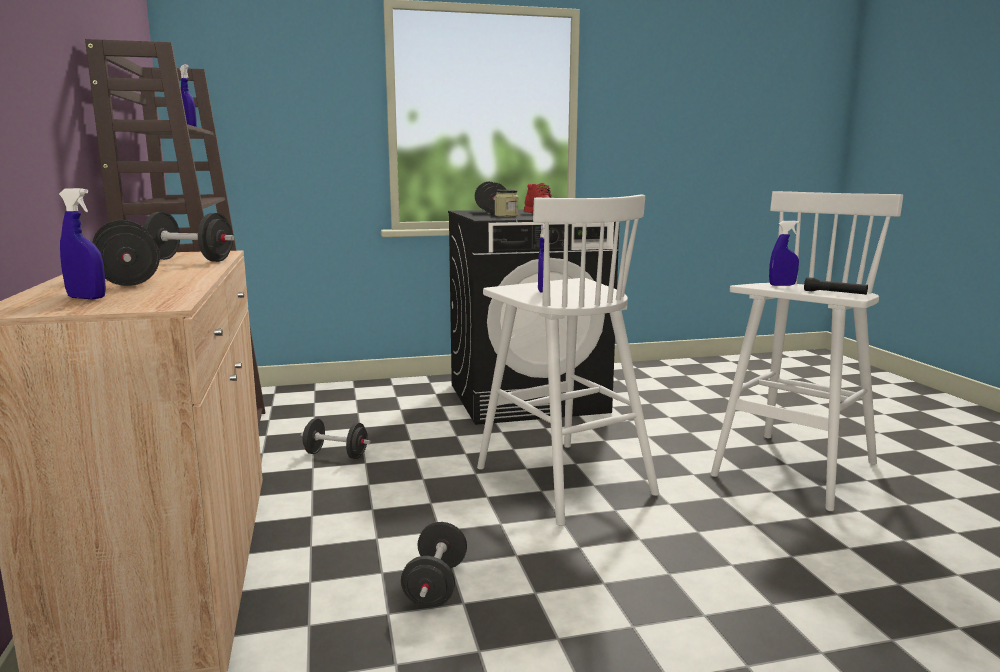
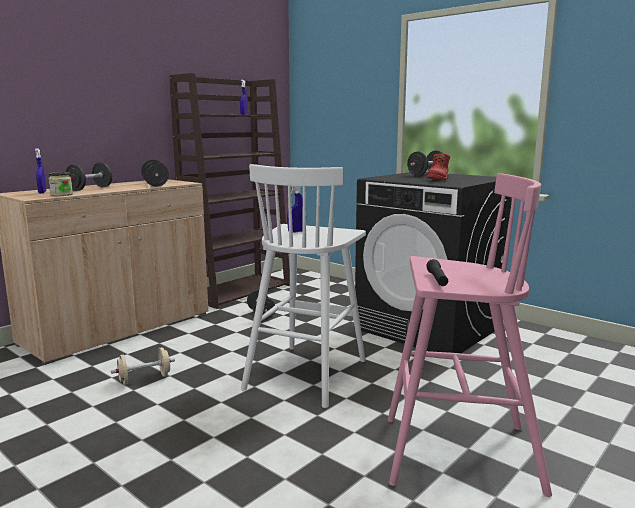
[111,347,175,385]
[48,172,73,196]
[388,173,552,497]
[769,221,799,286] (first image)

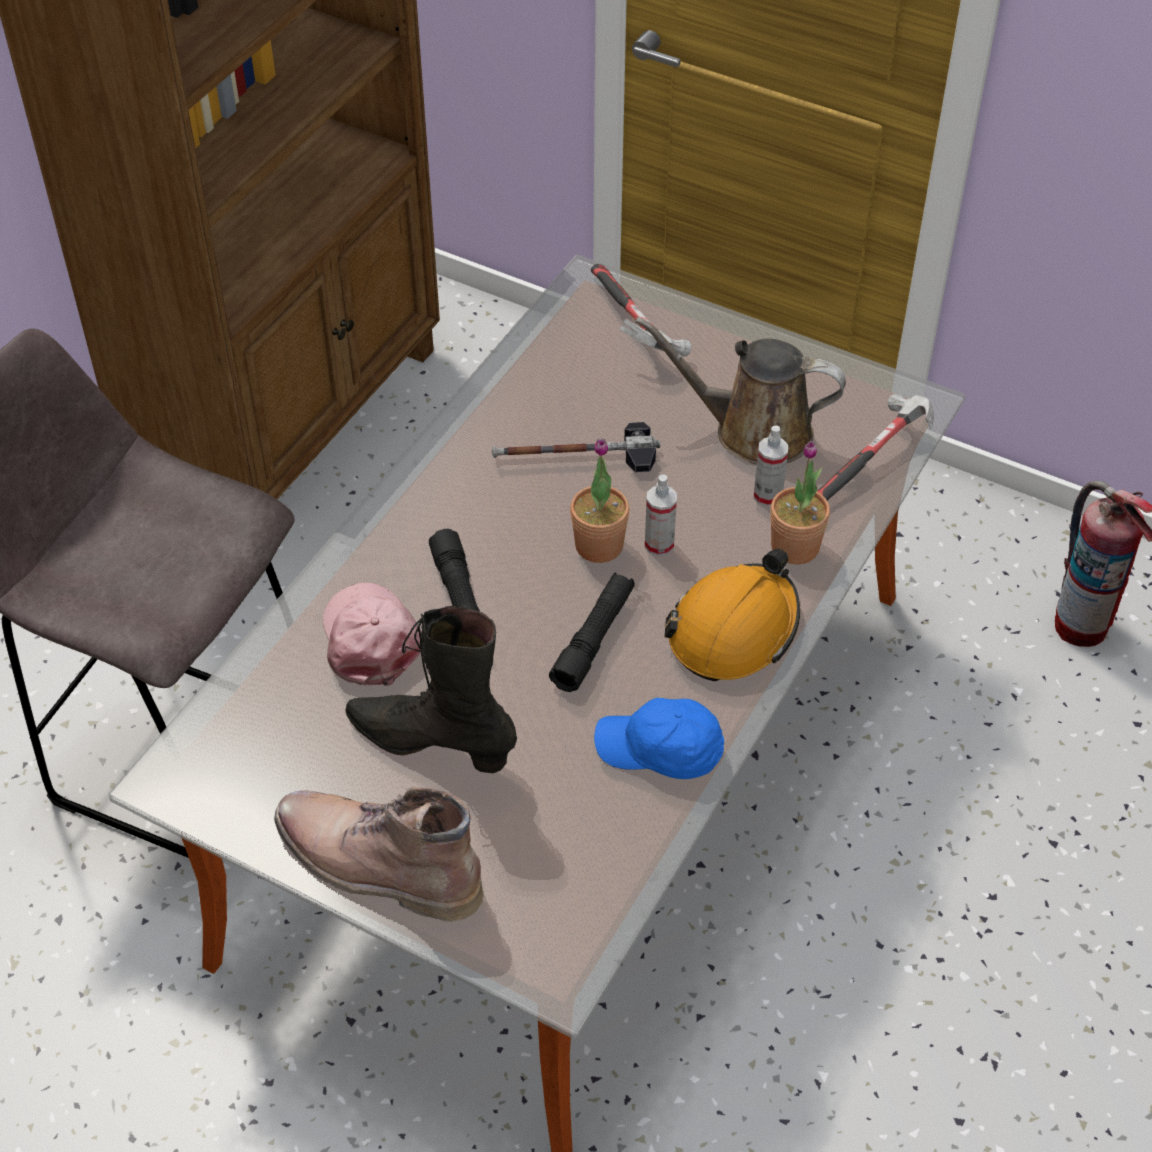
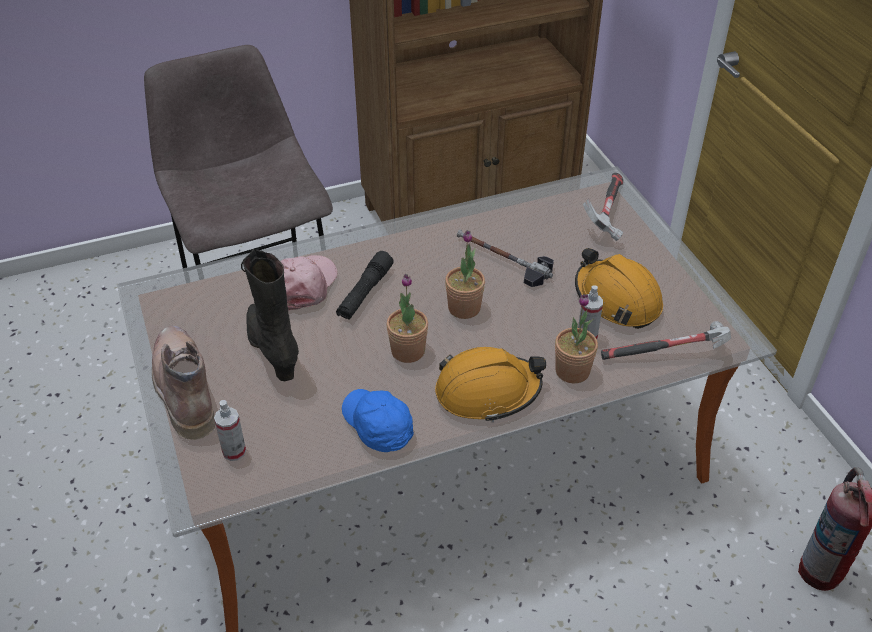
[386,274,428,363]
[575,248,663,329]
[214,400,246,461]

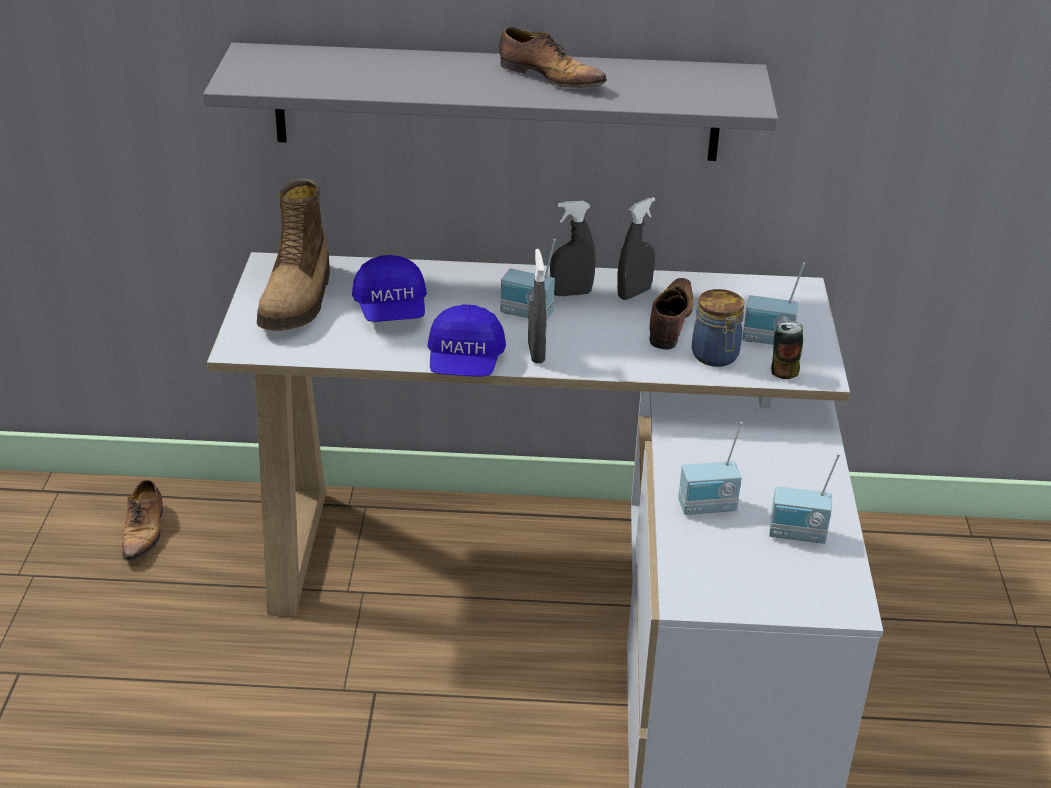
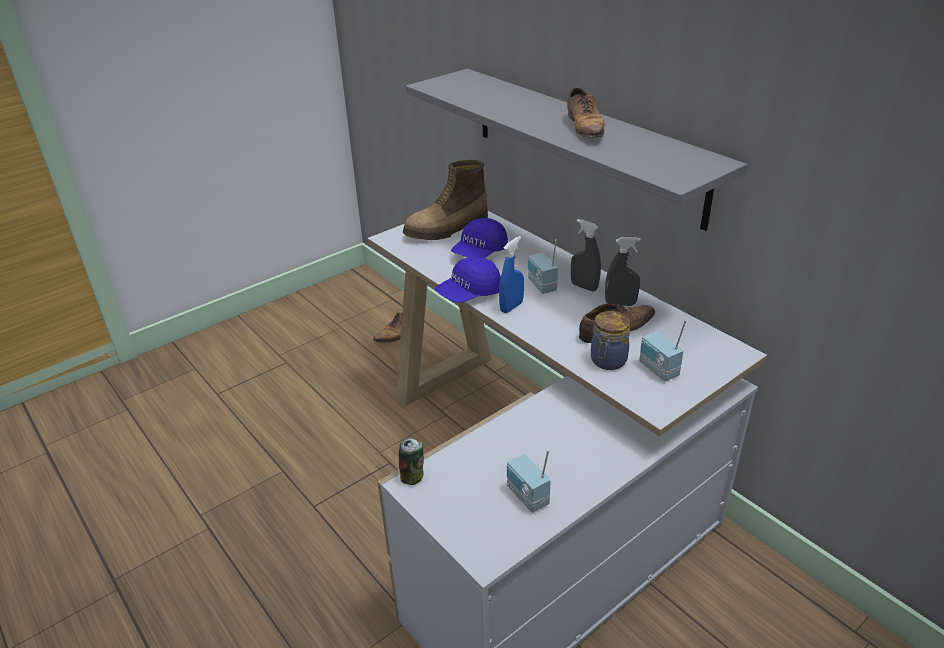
[499,236,524,313]
[678,422,742,515] (first image)
[399,438,424,485]

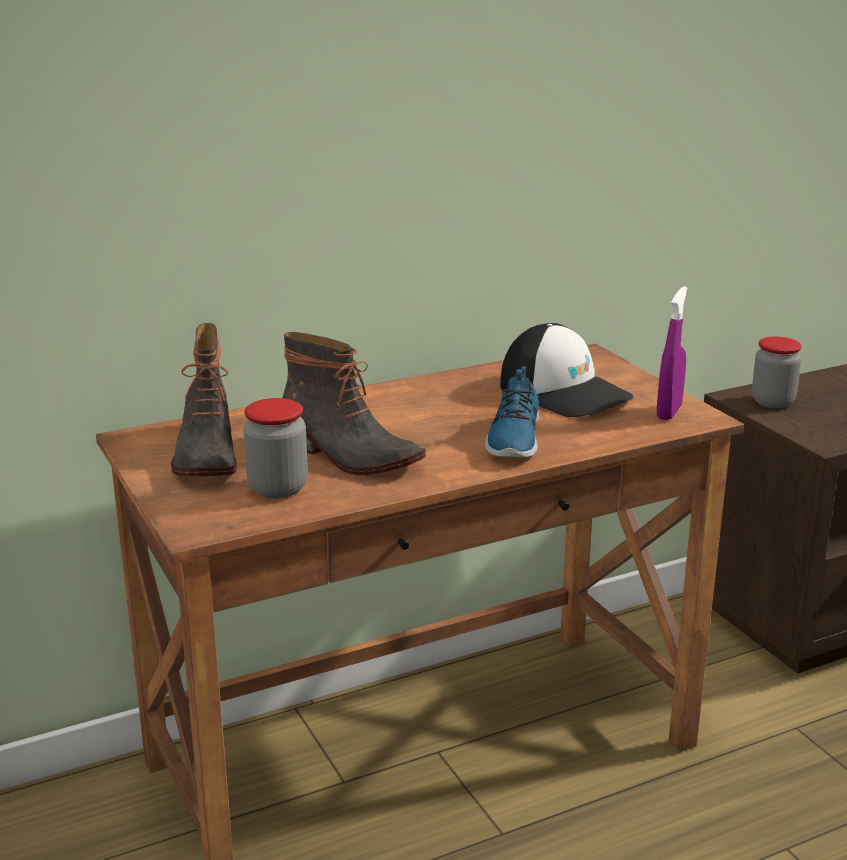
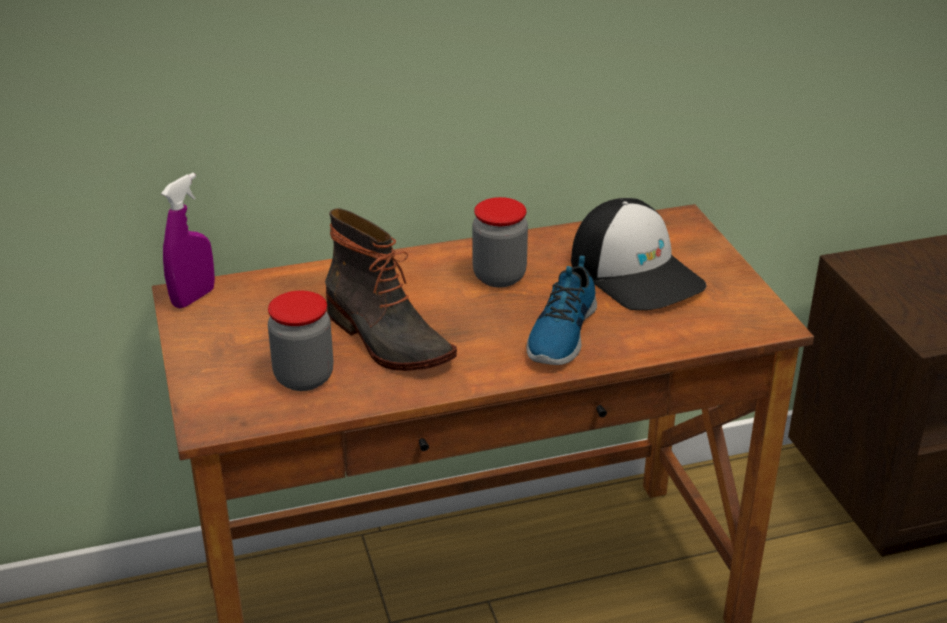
[171,323,237,476] (first image)
[161,173,215,308]
[472,197,528,287]

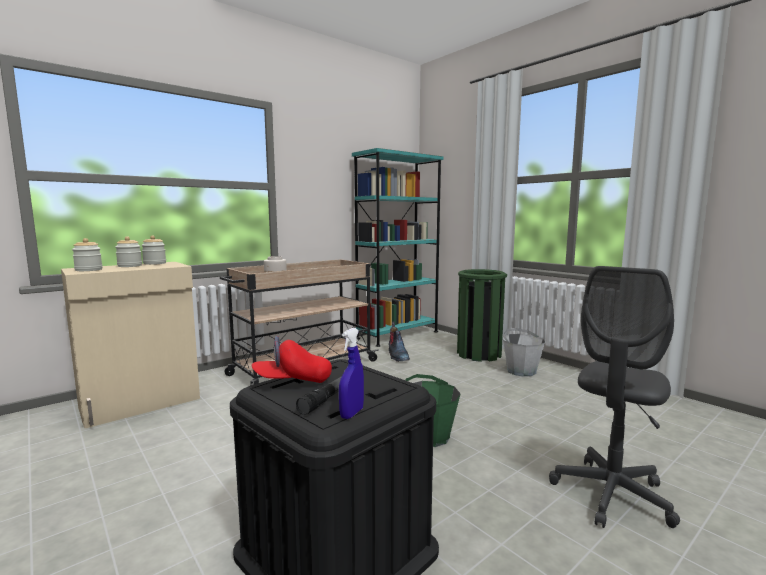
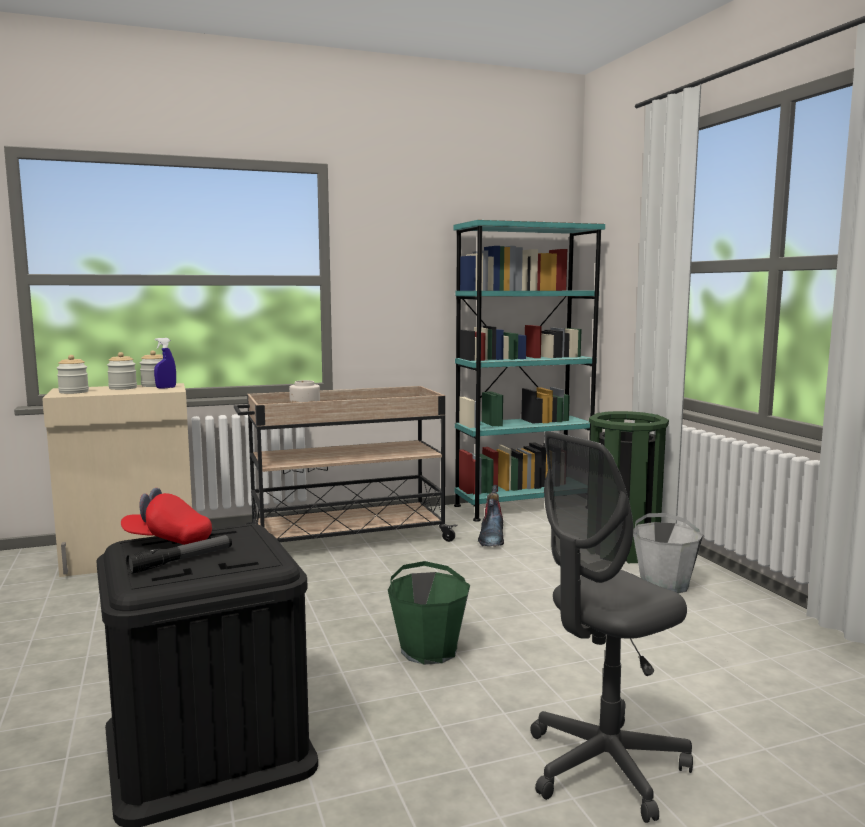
[154,338,176,388]

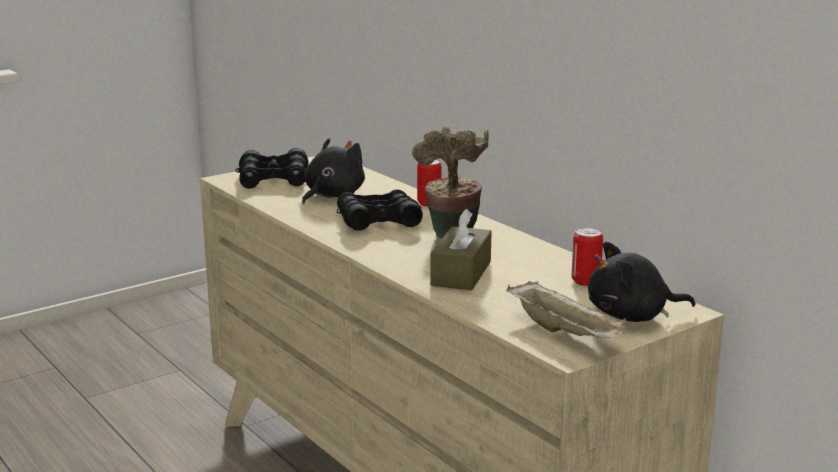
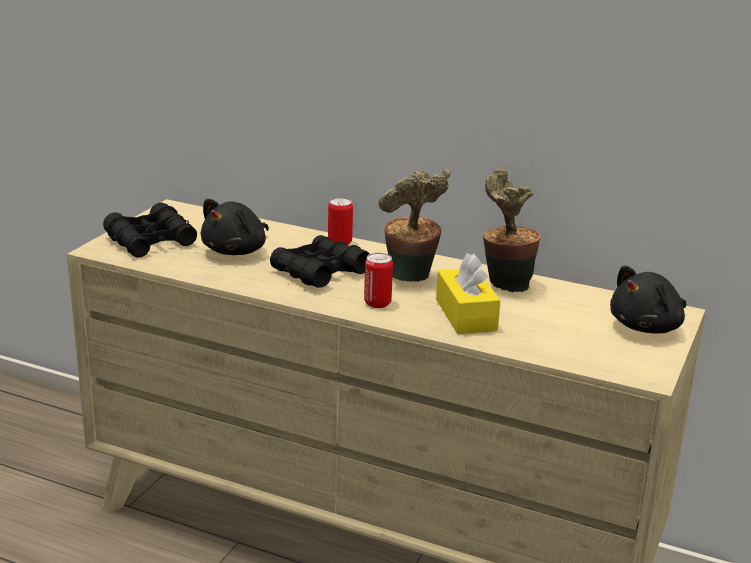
[201,199,269,255]
[436,253,501,334]
[506,281,628,338] (first image)
[364,253,393,308]
[483,168,541,292]

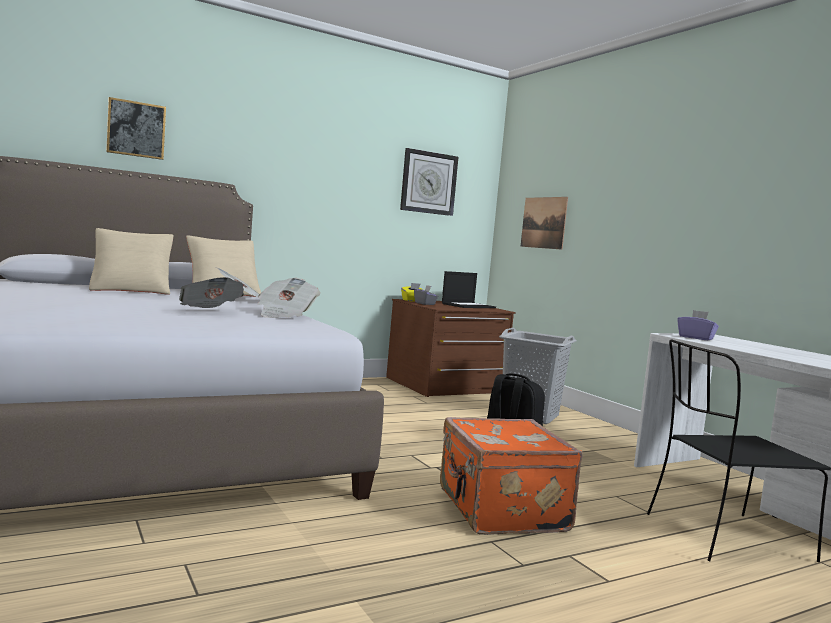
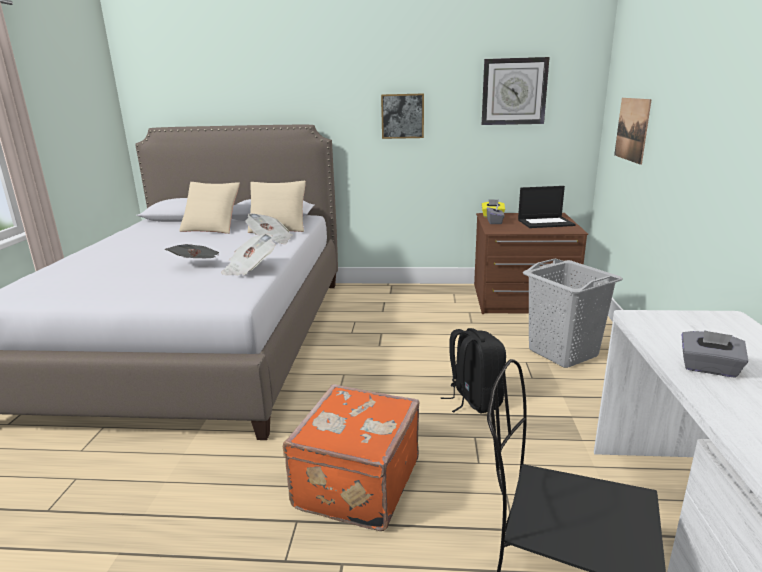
[381,93,424,139]
[677,310,719,340] (first image)
[682,330,748,378]

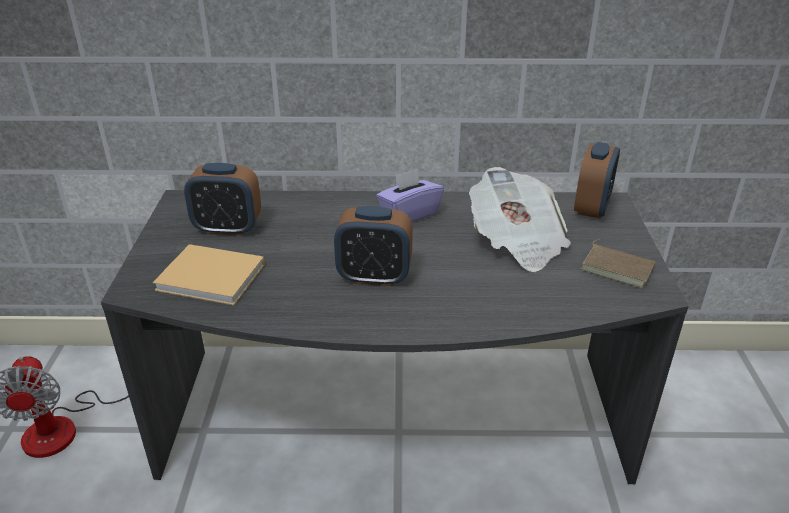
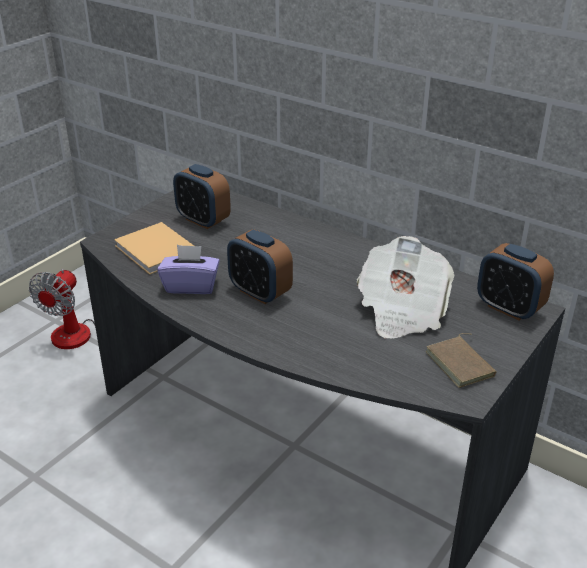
[157,245,220,294]
[477,243,554,321]

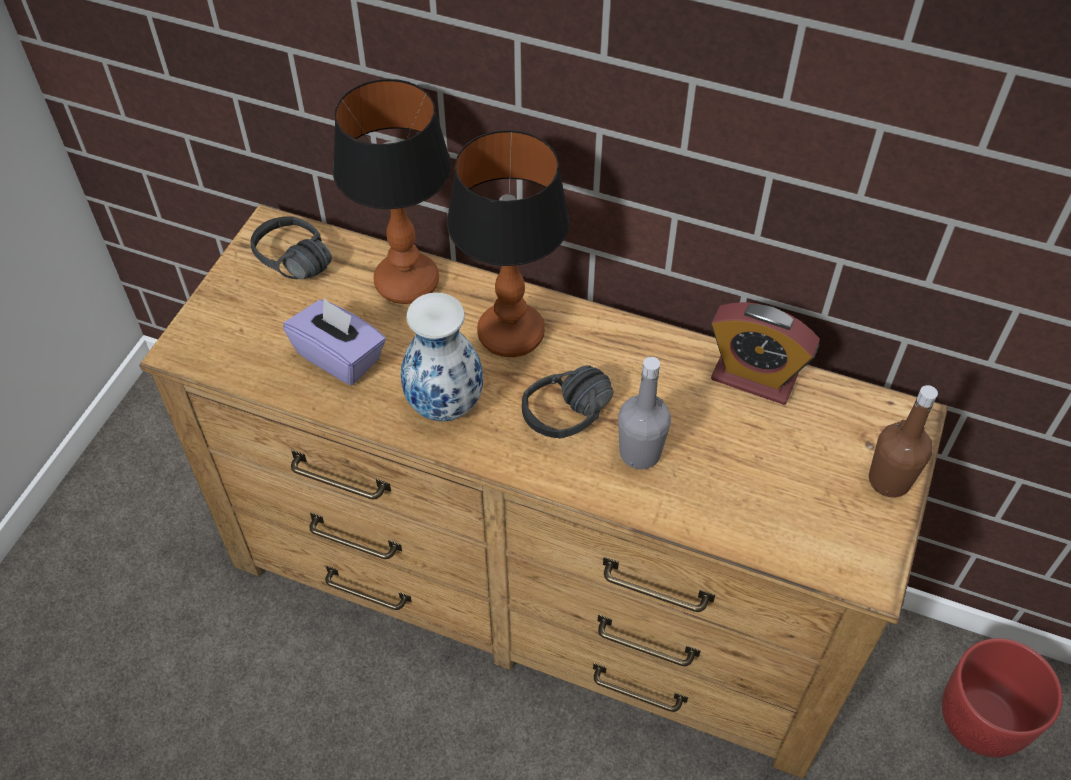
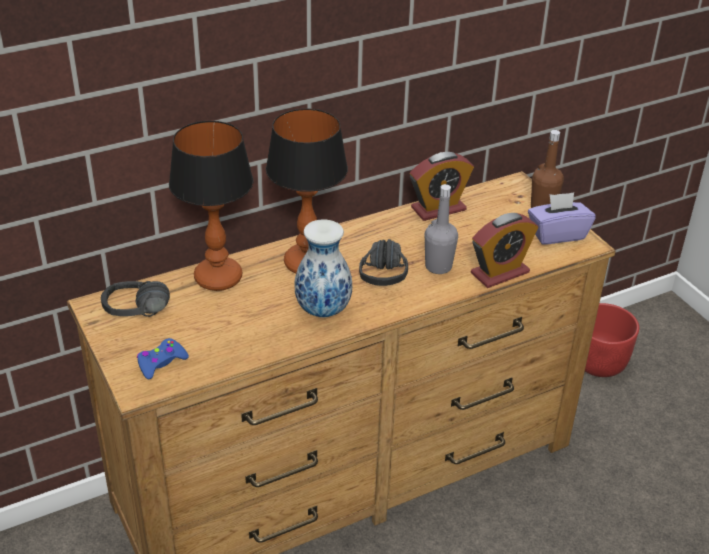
[528,192,596,245]
[137,338,189,379]
[471,213,538,288]

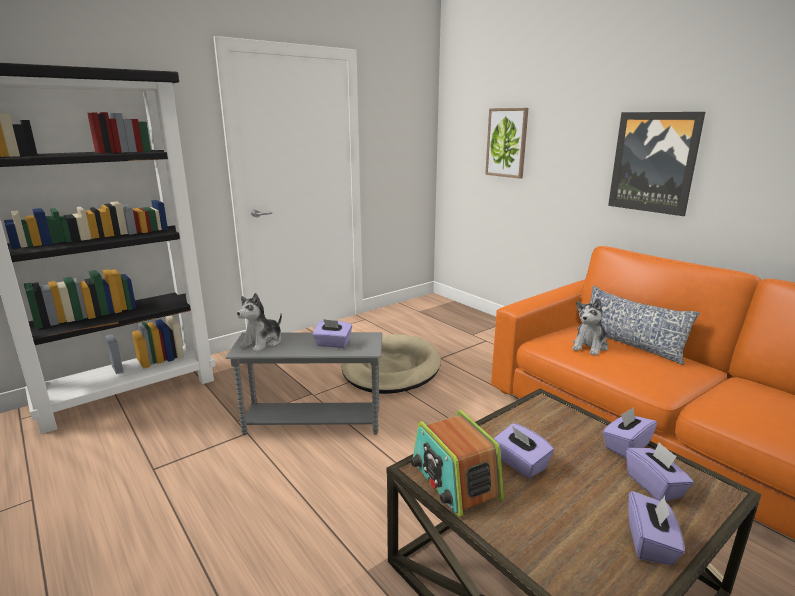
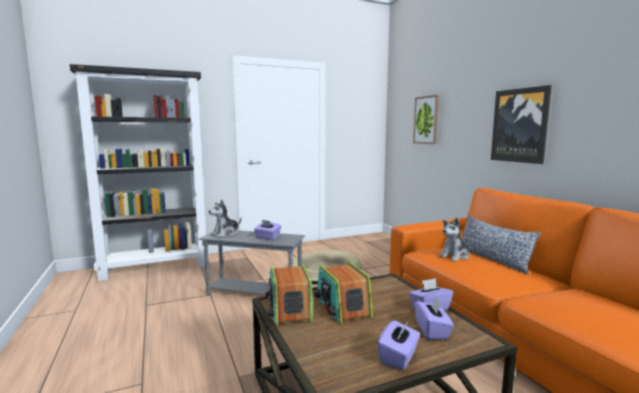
[314,262,373,324]

